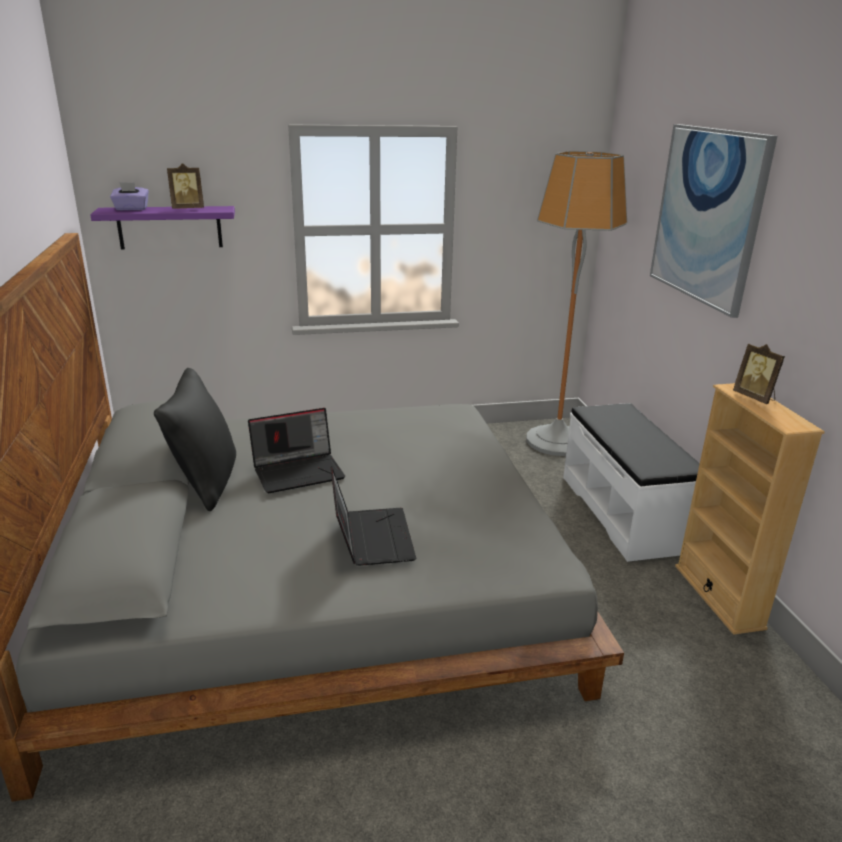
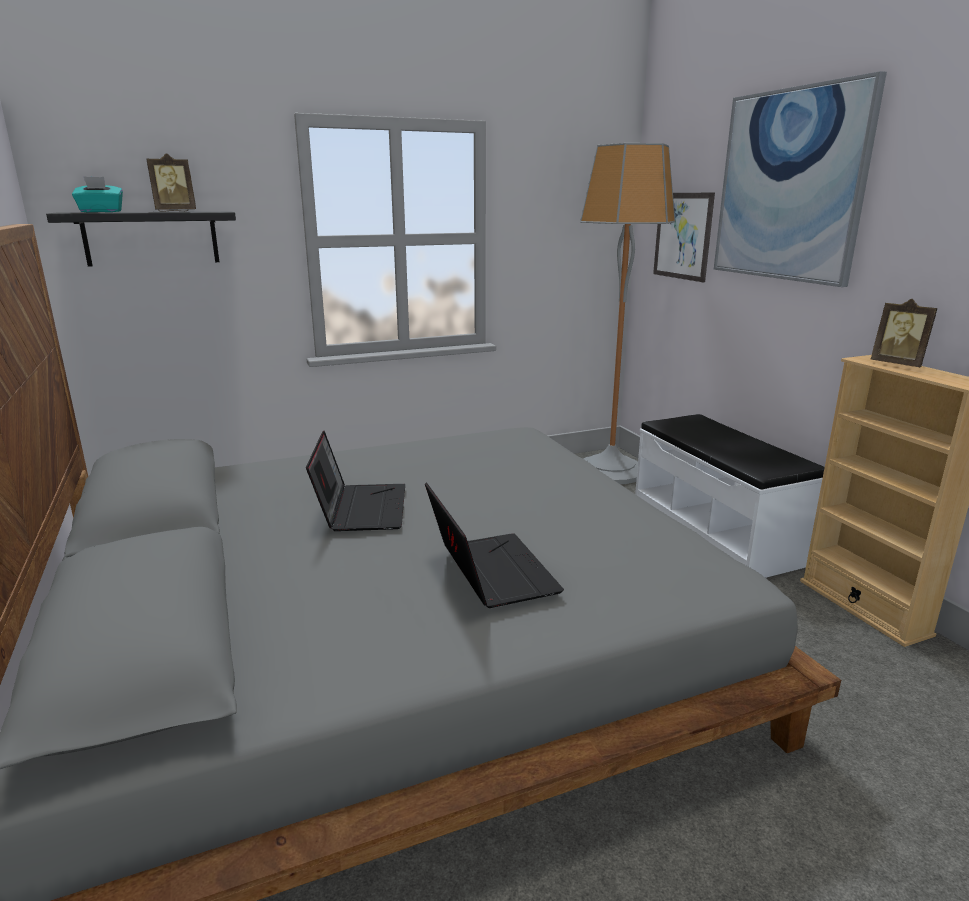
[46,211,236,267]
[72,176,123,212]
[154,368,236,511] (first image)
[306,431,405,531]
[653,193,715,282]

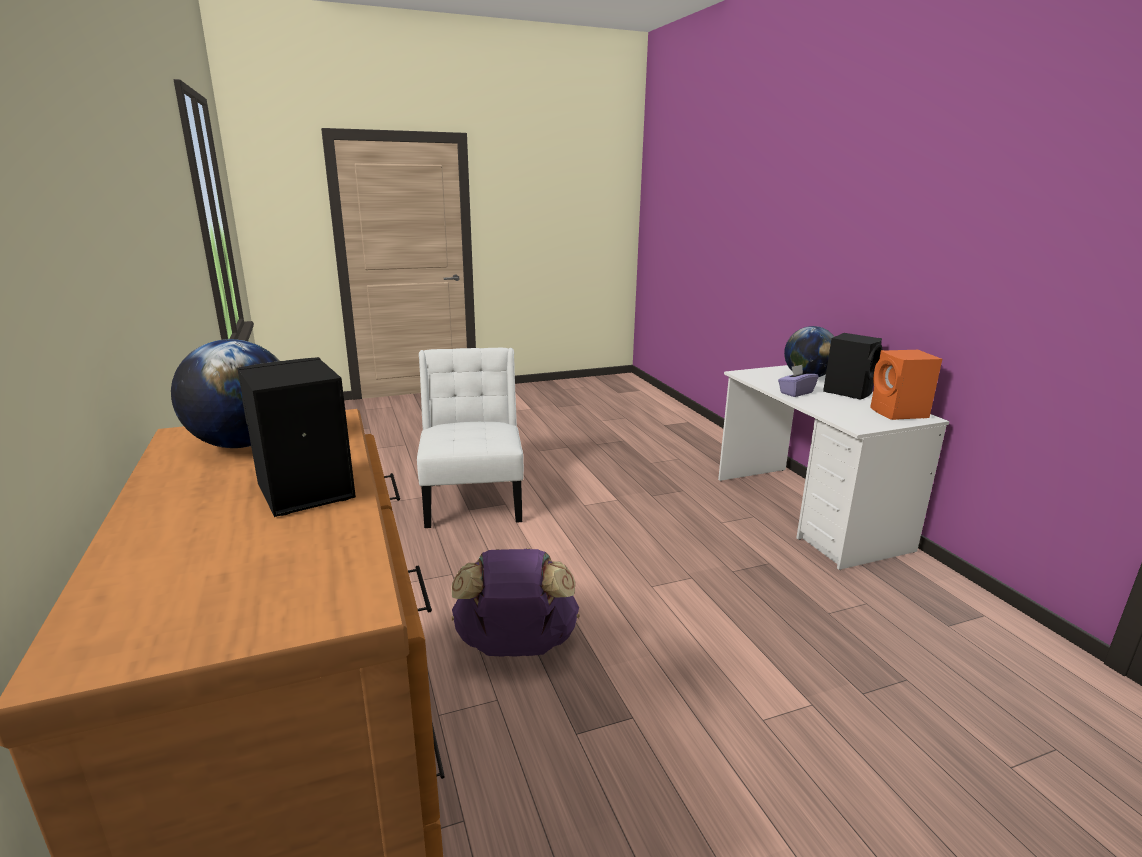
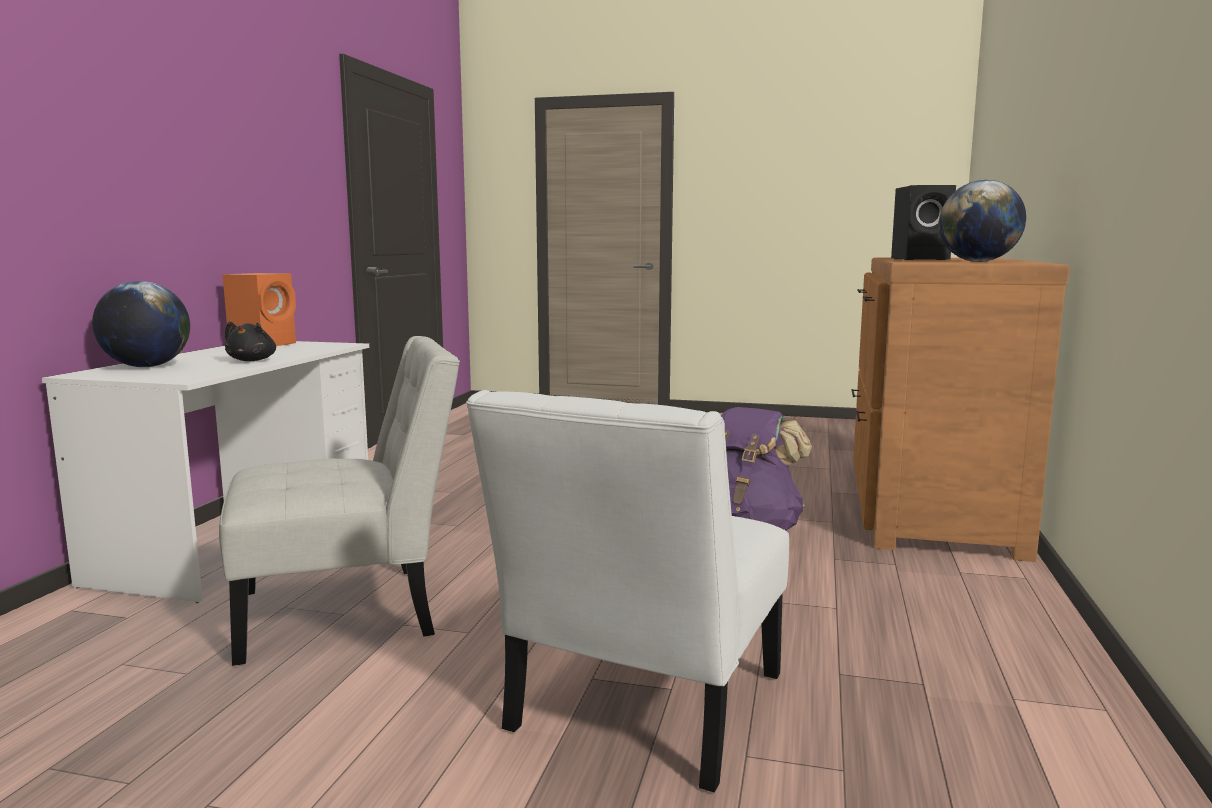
[225,322,276,361]
[823,333,882,400] (first image)
[219,336,460,666]

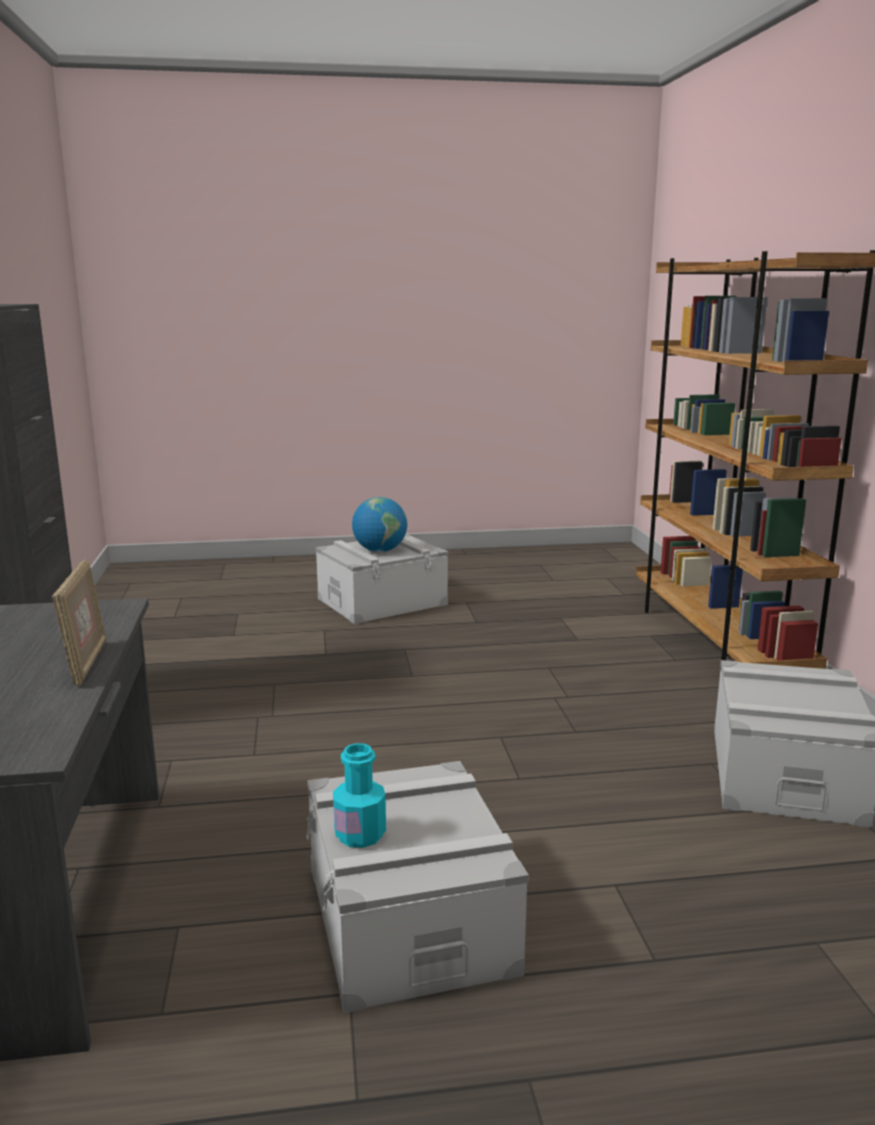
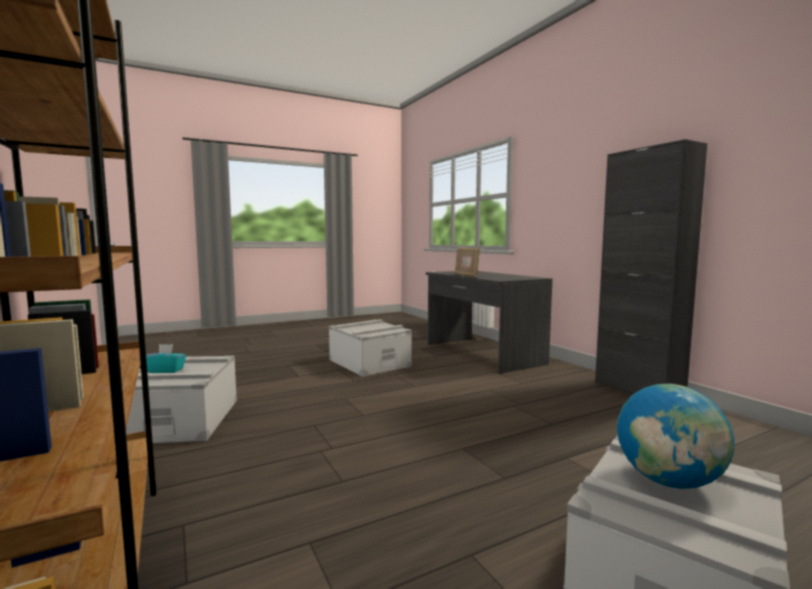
[333,743,386,848] (first image)
[146,344,186,373]

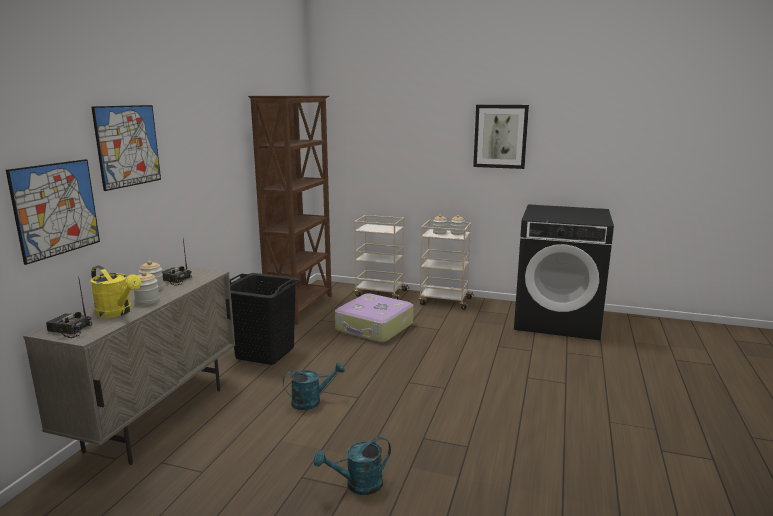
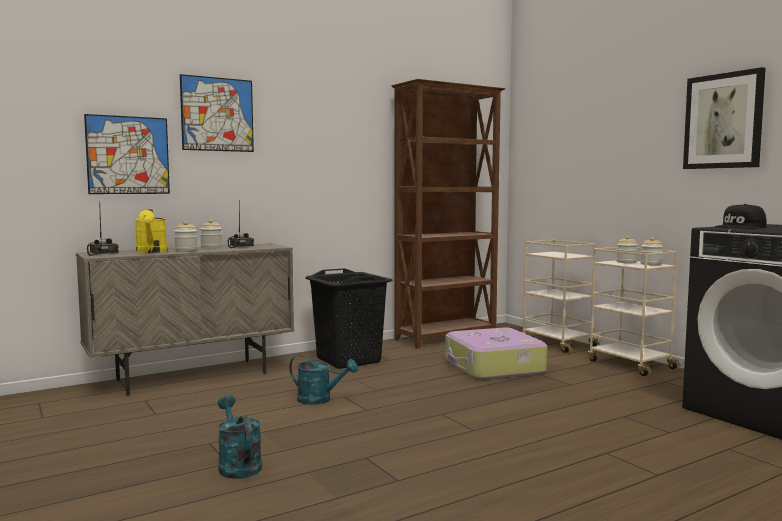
[218,395,262,479]
[714,204,767,229]

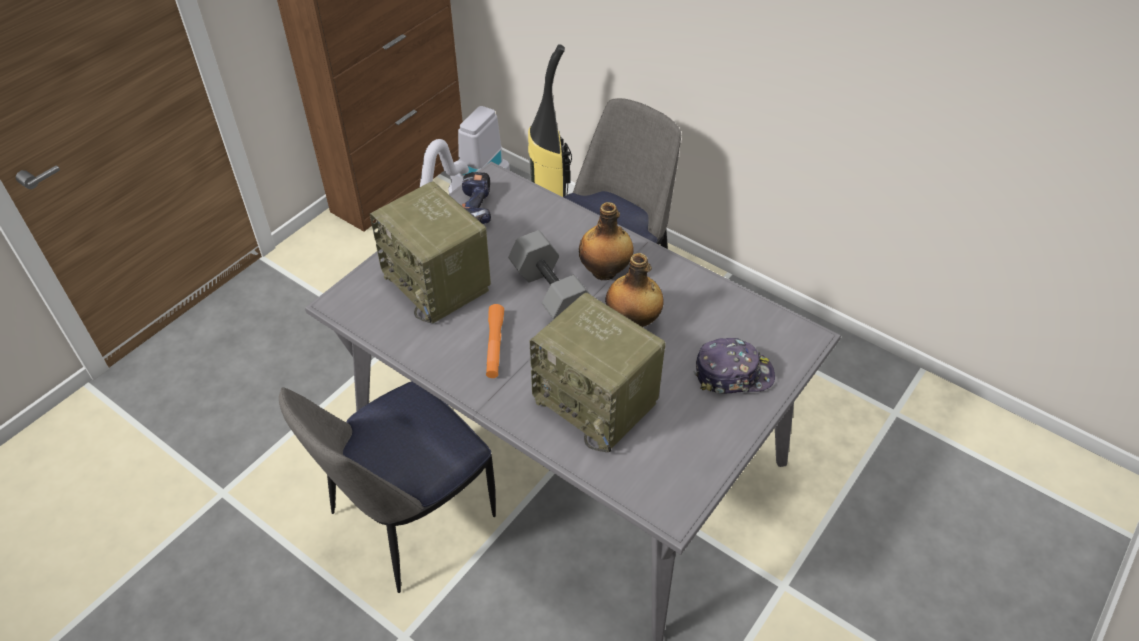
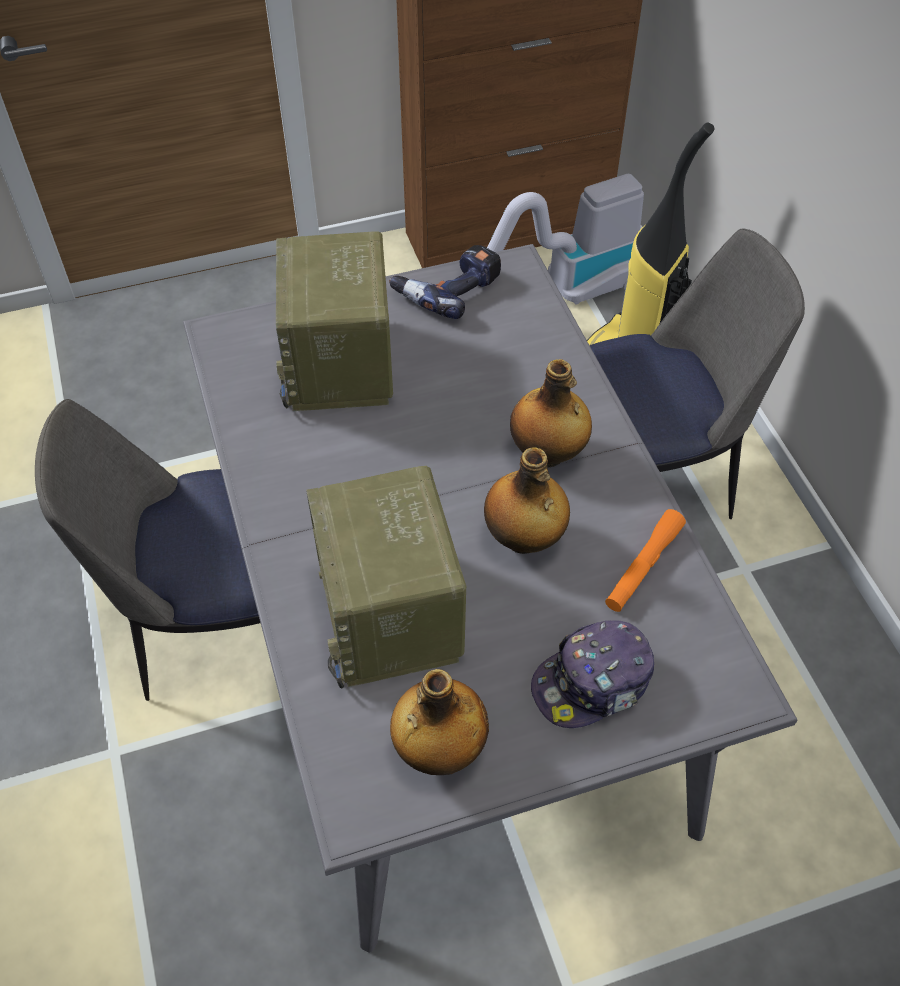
[605,509,686,612]
[508,230,591,320] (first image)
[531,620,654,728]
[390,669,489,775]

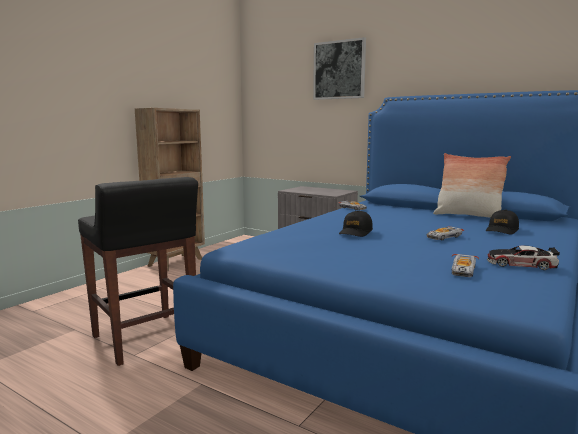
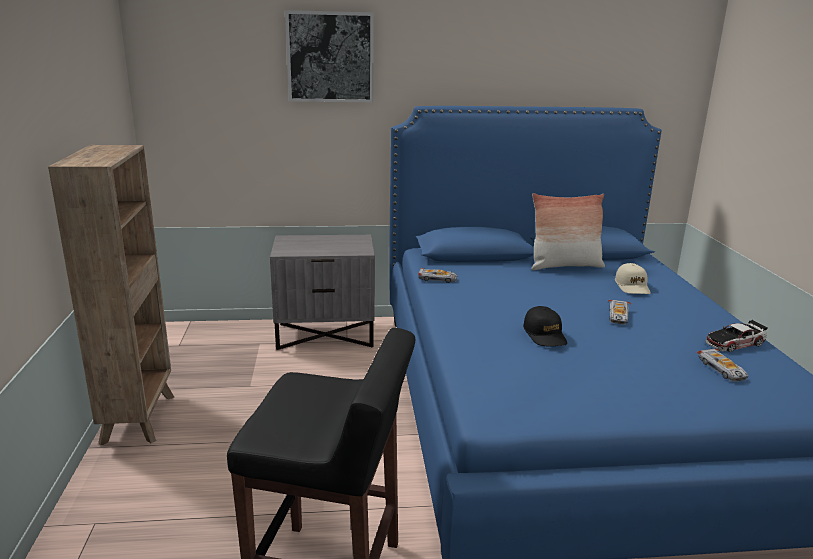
[615,263,651,294]

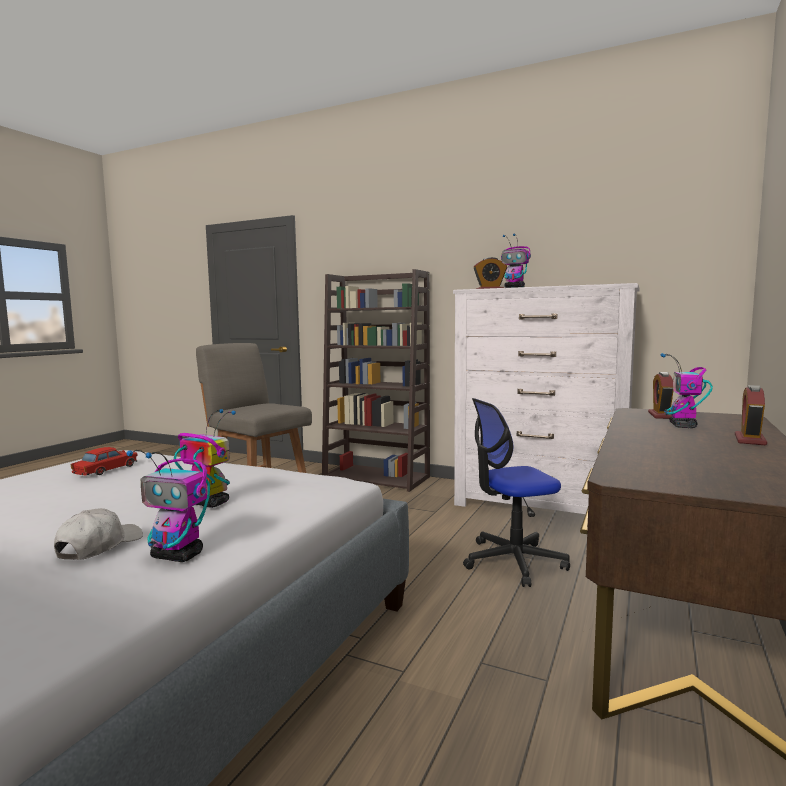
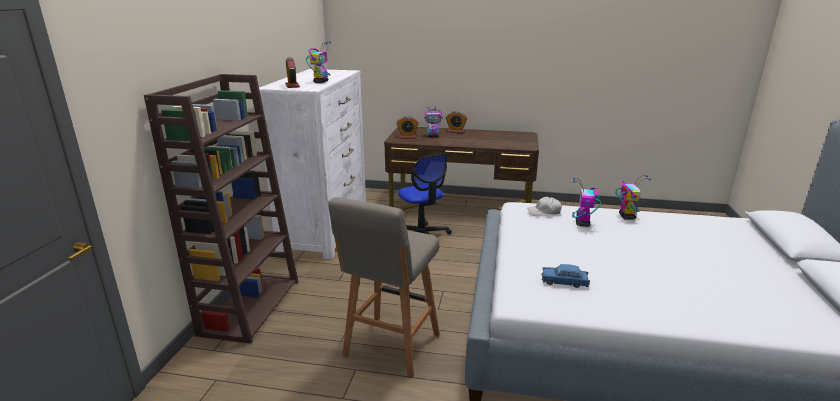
[527,197,562,215]
[542,264,590,288]

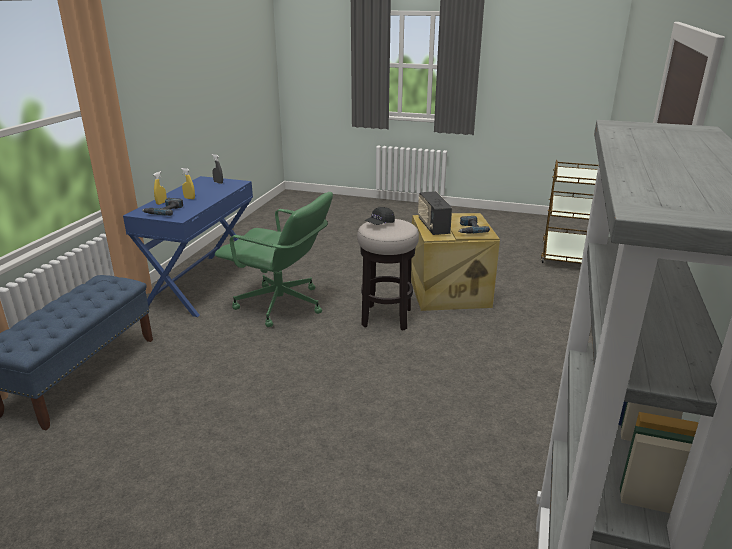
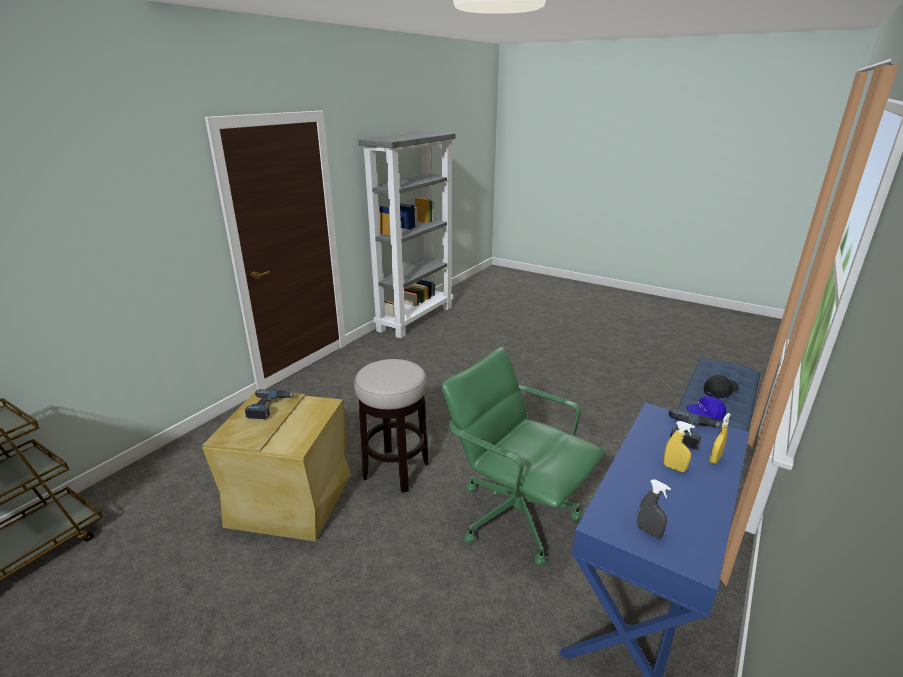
[704,375,739,398]
[418,191,452,235] (first image)
[686,396,726,420]

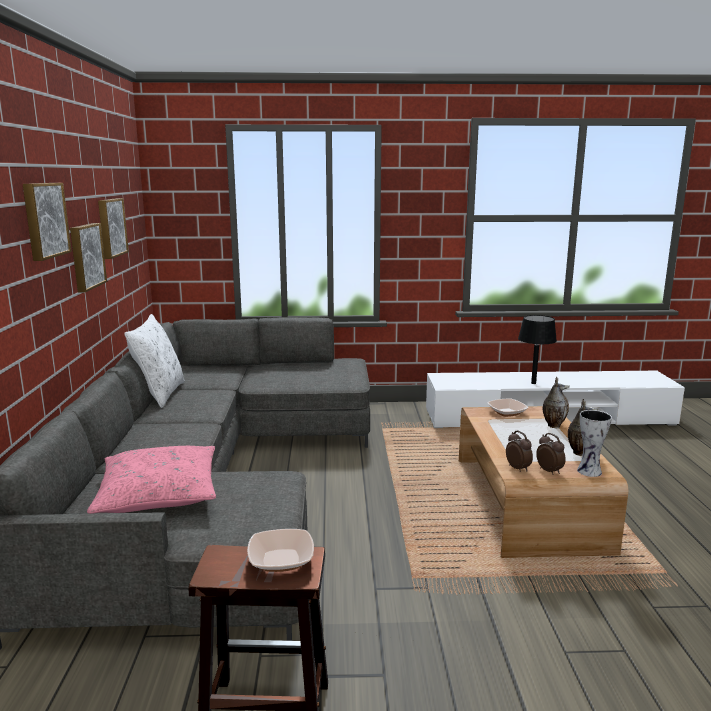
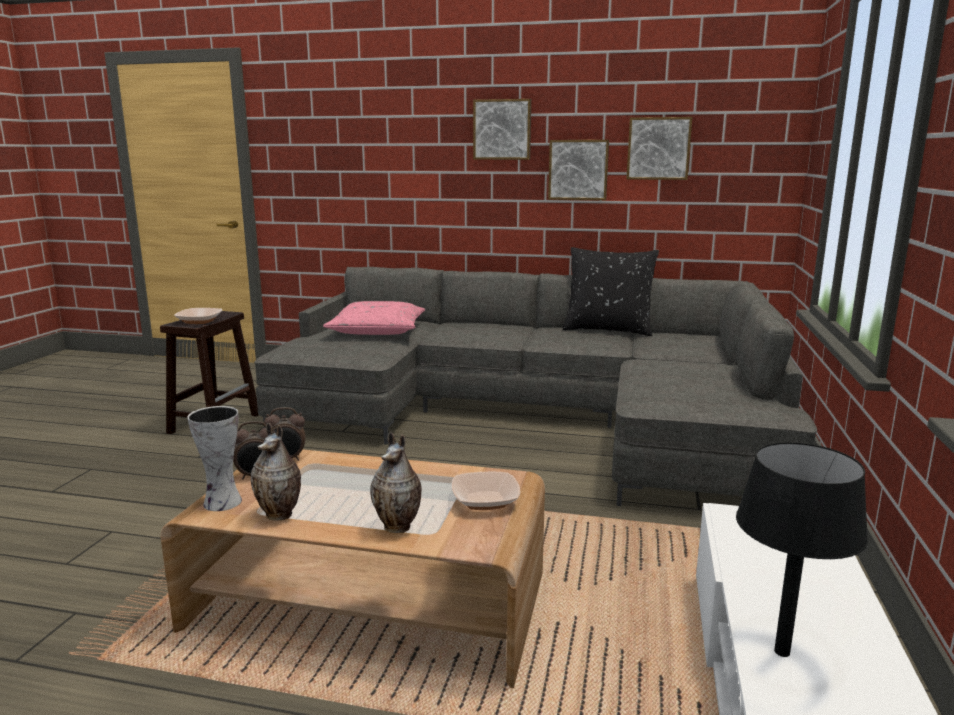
[563,247,659,336]

